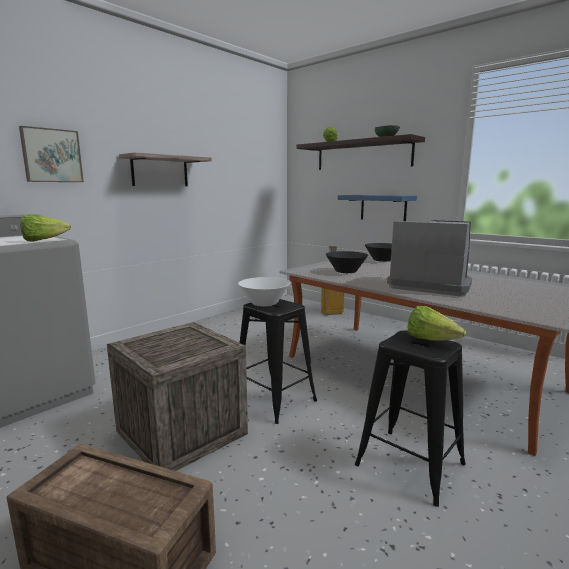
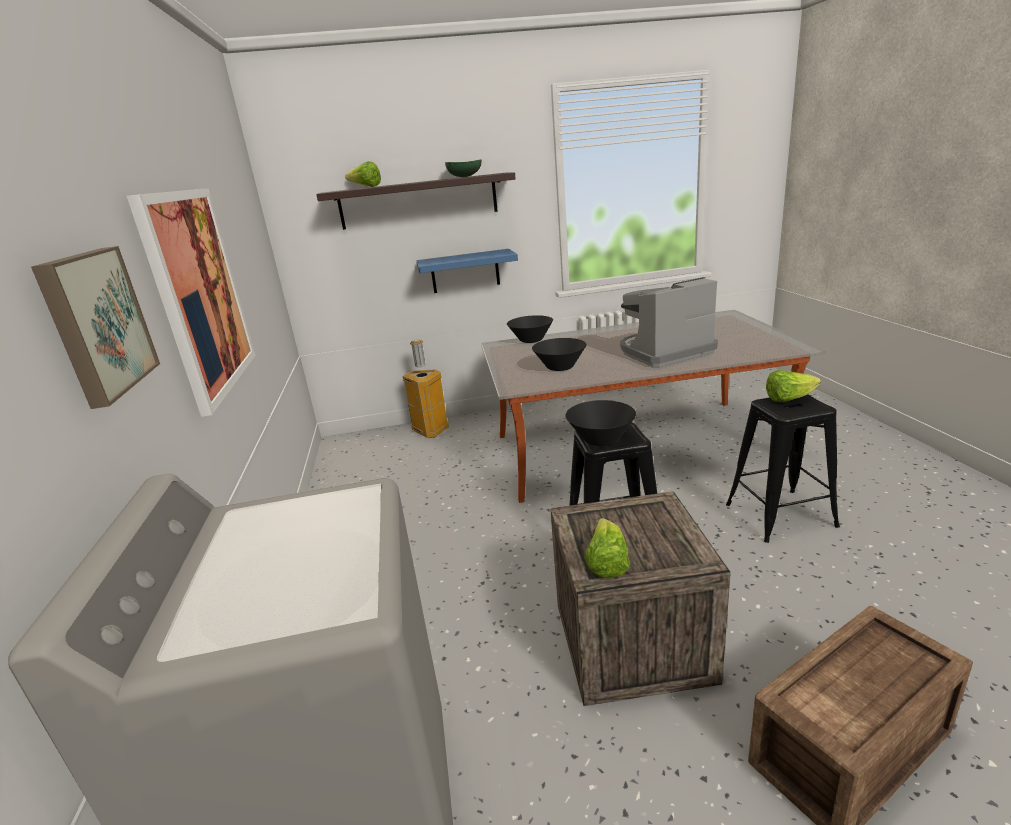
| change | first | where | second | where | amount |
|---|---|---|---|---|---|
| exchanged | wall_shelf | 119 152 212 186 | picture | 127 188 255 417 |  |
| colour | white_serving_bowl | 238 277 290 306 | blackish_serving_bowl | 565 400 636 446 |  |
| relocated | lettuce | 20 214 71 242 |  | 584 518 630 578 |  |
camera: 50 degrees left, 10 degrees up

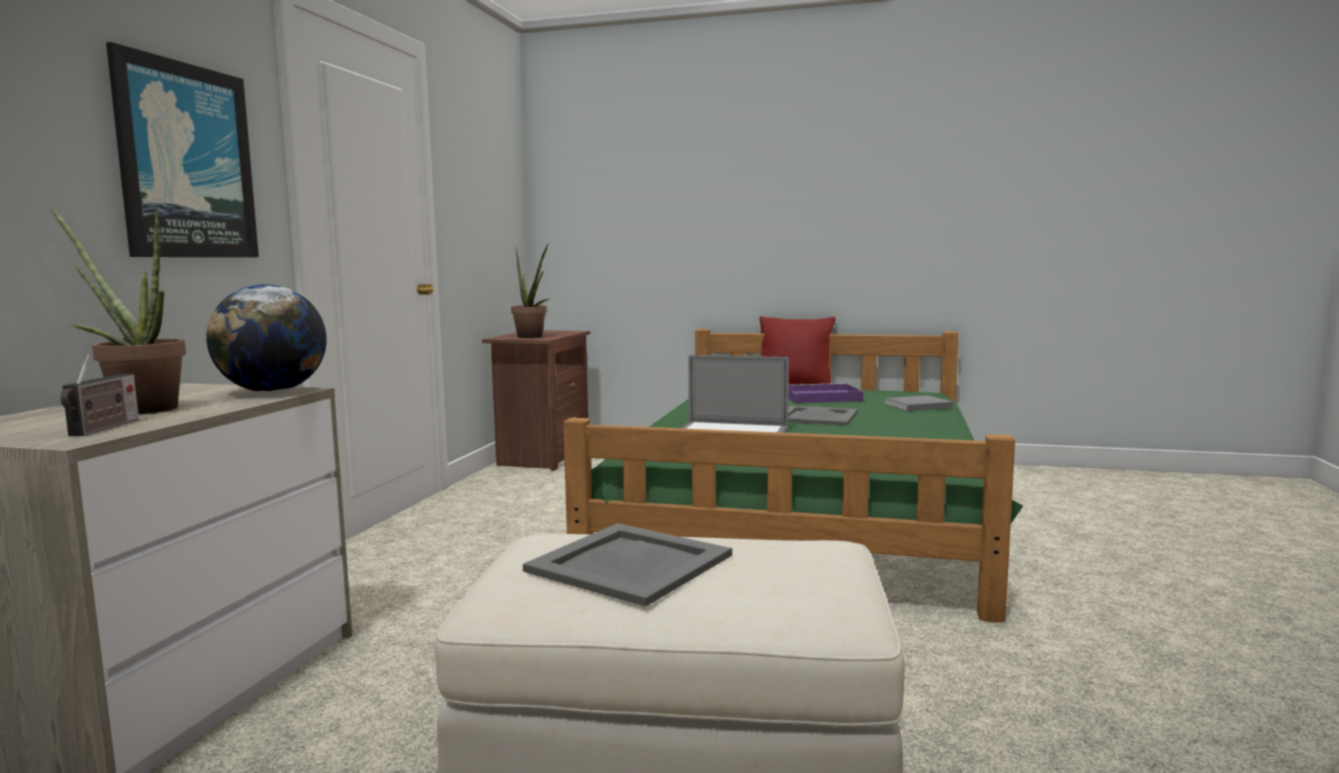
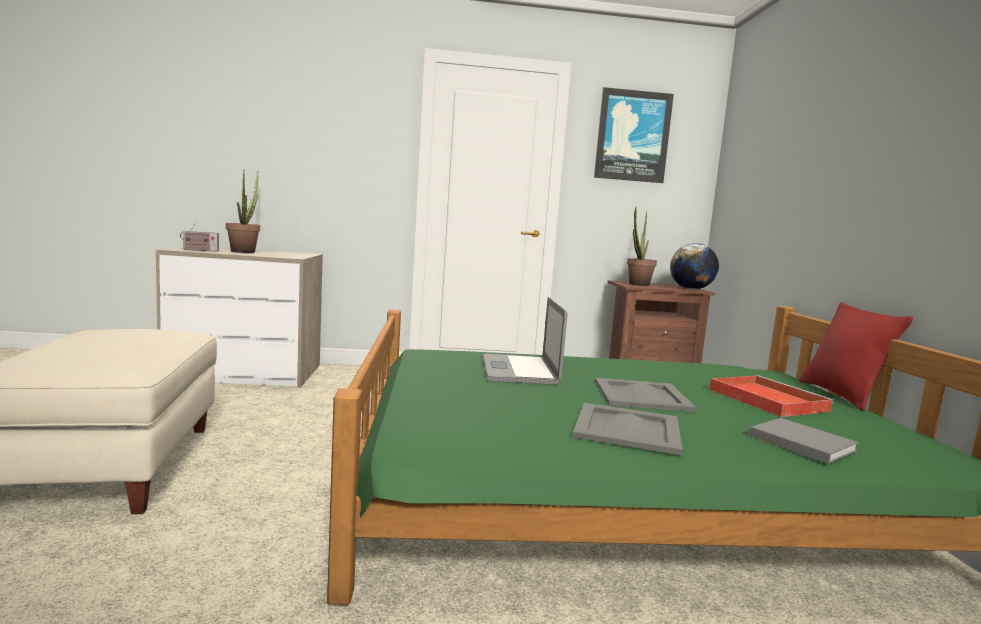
| change | first | where | second | where | amount |
|---|---|---|---|---|---|
| relocated | grey_serving_tray | 523 523 732 607 |  | 573 403 683 455 |  |
| relocated | picture | 106 42 259 257 |  | 594 87 674 183 |  |
| relocated | world_globe | 206 284 327 392 |  | 670 243 719 289 |  |
| colour | purple_serving_tray | 788 383 863 403 | red-coloured_serving_tray | 709 375 834 417 |  |
camera: 70 degrees right, 0 degrees up

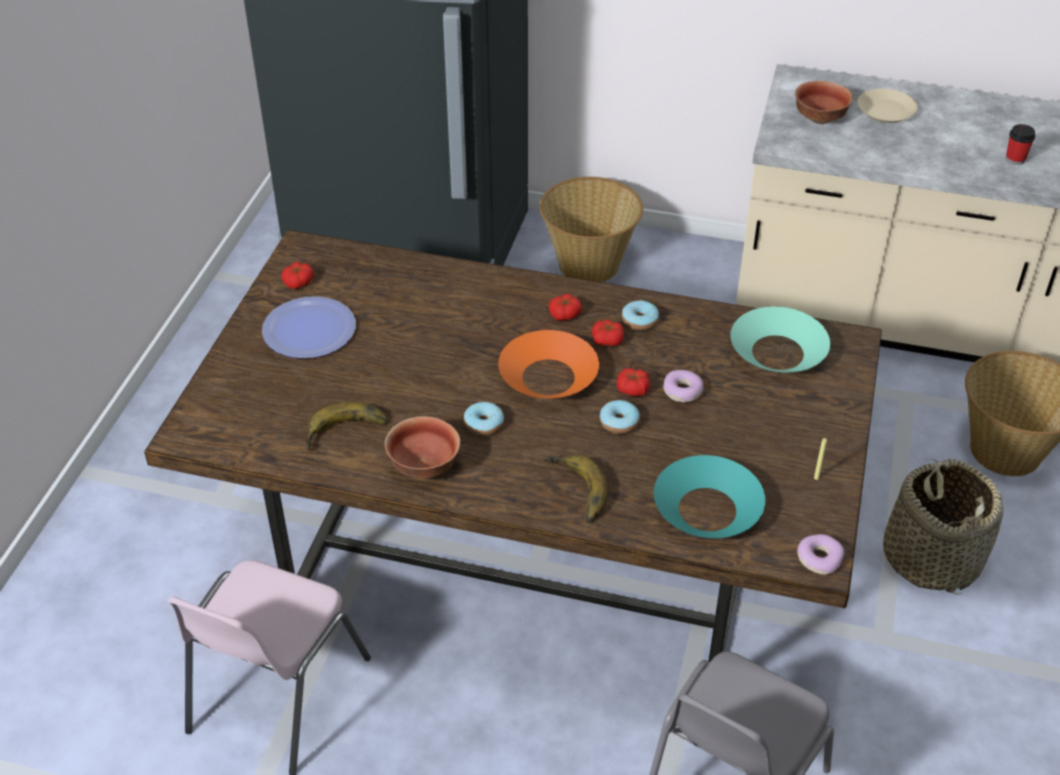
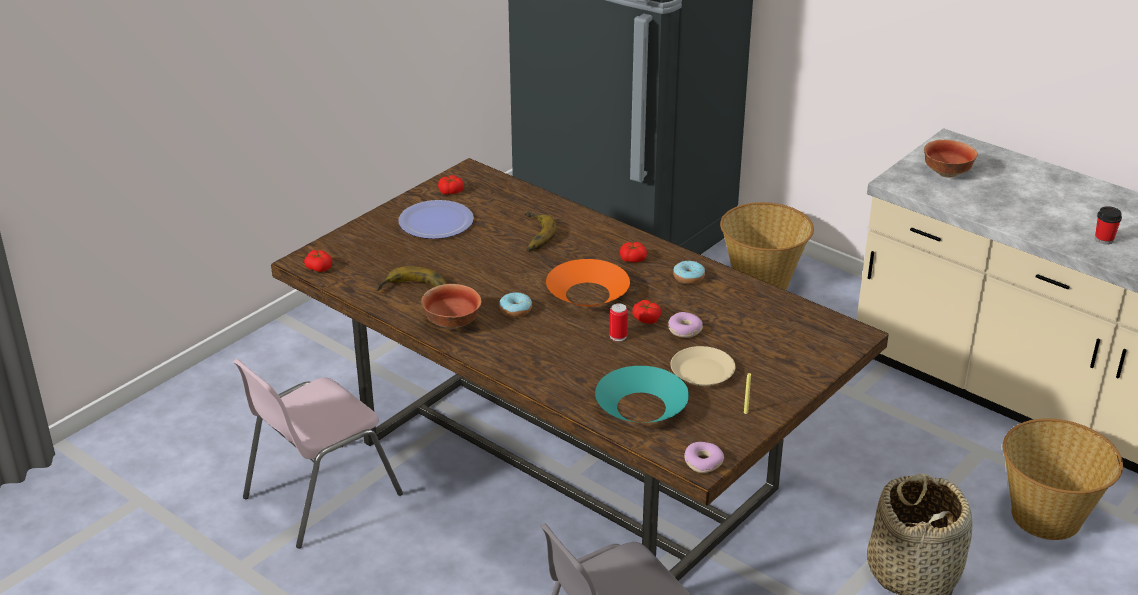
| change | first | where | second | where | amount |
|---|---|---|---|---|---|
| relocated | tomato | 592 320 624 346 |  | 304 250 332 272 |  |
| relocated | whole_banana | 544 454 608 523 |  | 525 210 557 252 |  |
| exchanged | donut | 600 400 640 434 | metal_can | 610 303 628 341 |  |
| relocated | beige_flat_dish | 857 89 918 123 |  | 671 346 735 386 |  |
| missing | turquoise-coloured_serving_bowl | 730 307 830 372 |  |  |  |
camera: 25 degrees right, 10 degrees down

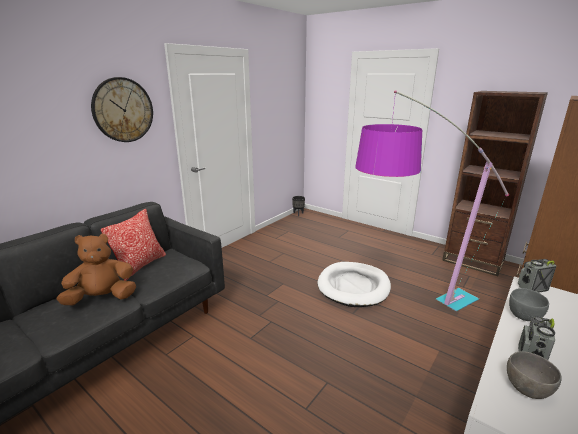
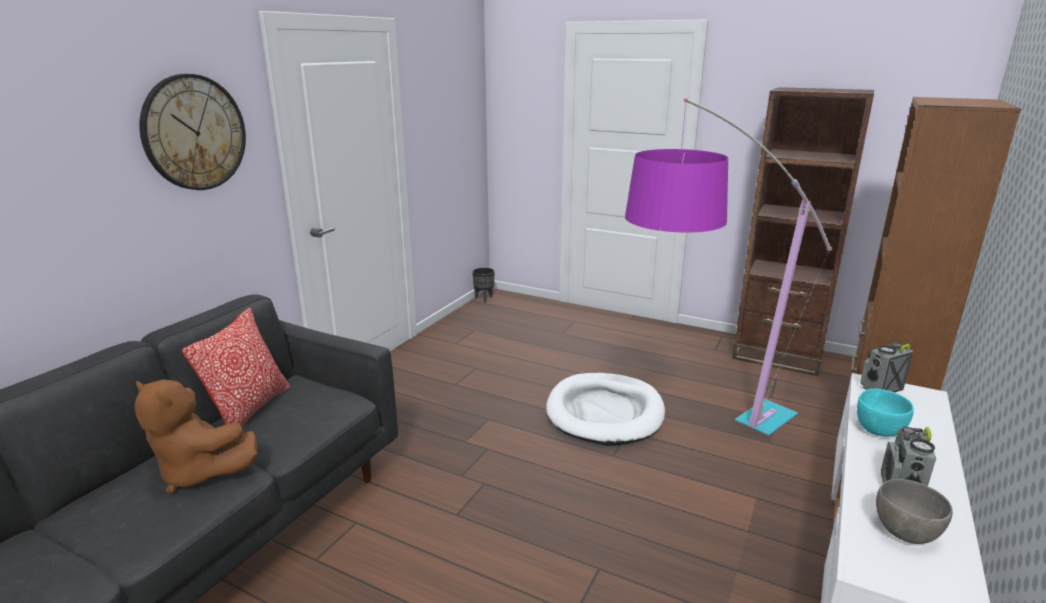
| change | first | where | second | where | amount |
|---|---|---|---|---|---|
| spun | brownish_plush_toy | 56 234 136 305 |  | 135 380 257 494 | 120 degrees counterclockwise |
| colour | grey_serving_bowl | 509 288 549 321 | turquoise-coloured_serving_bowl | 857 389 914 437 |  |
camera: 10 degrees left, 0 degrees up

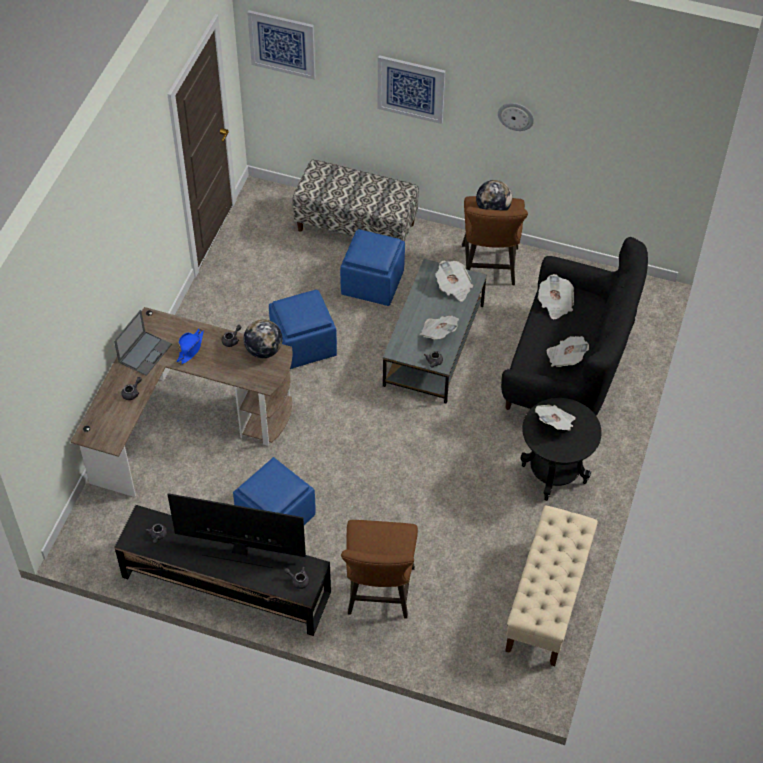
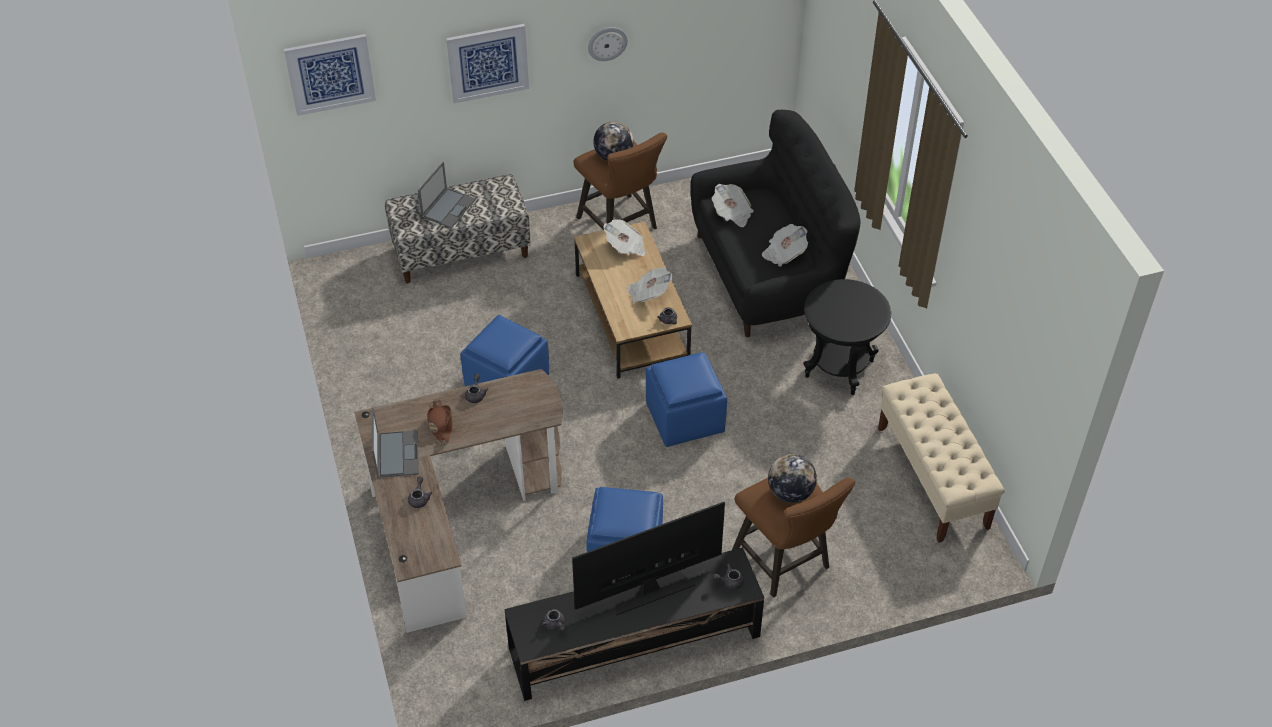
| change | first | where | second | where | amount |
|---|---|---|---|---|---|
| appeared |  |  | notebook_computer | 418 162 476 228 |  |
| colour | bluish_hat | 176 328 204 365 | brownish_hat | 427 400 452 444 |  |
| colour | grey_coffee_table | 383 259 487 404 | brownish_coffee_table | 574 221 692 379 |  |
| relocated | bluish_footrest | 340 229 405 306 |  | 646 352 727 447 |  |
| relocated | world_globe | 243 319 283 358 |  | 768 454 817 503 |  |
| missing | newspaper | 535 405 576 430 |  |  |  |
camera: 35 degrees left, 5 degrees down

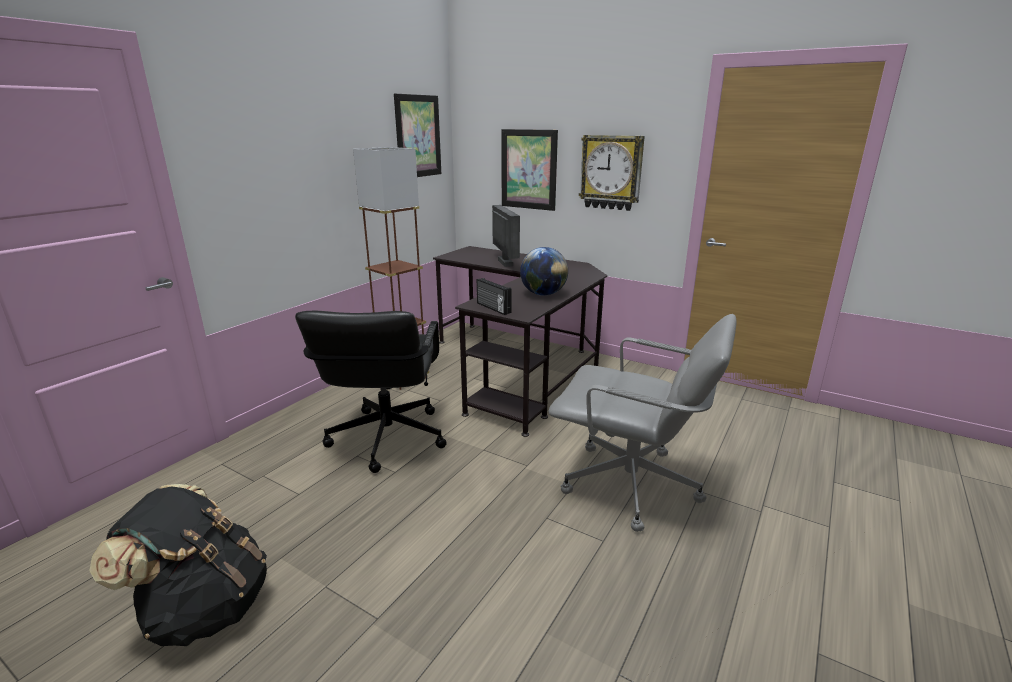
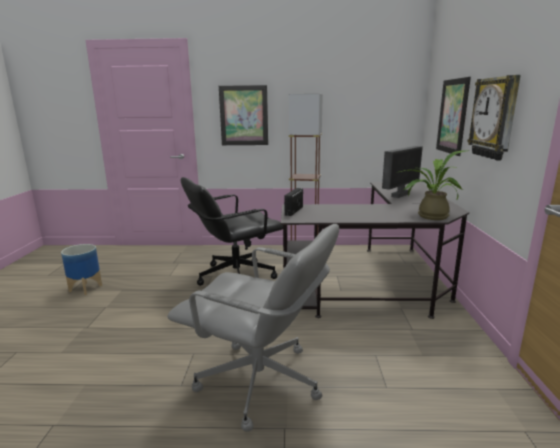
| change | first | where | second | where | amount |
|---|---|---|---|---|---|
| exchanged | blackish_backpack | 89 484 267 646 | plant_pot | 61 244 102 295 |  |
| spun | grey_desk_chair | 548 314 737 532 |  | 167 224 339 432 | 60 degrees counterclockwise |
| relocated | picture | 394 94 441 177 |  | 219 85 268 145 |  |
| appeared |  |  | houseplant | 400 150 469 220 |  |
| missing | world_globe | 520 247 568 296 |  |  |  |
camera: 60 degrees right, 5 degrees down

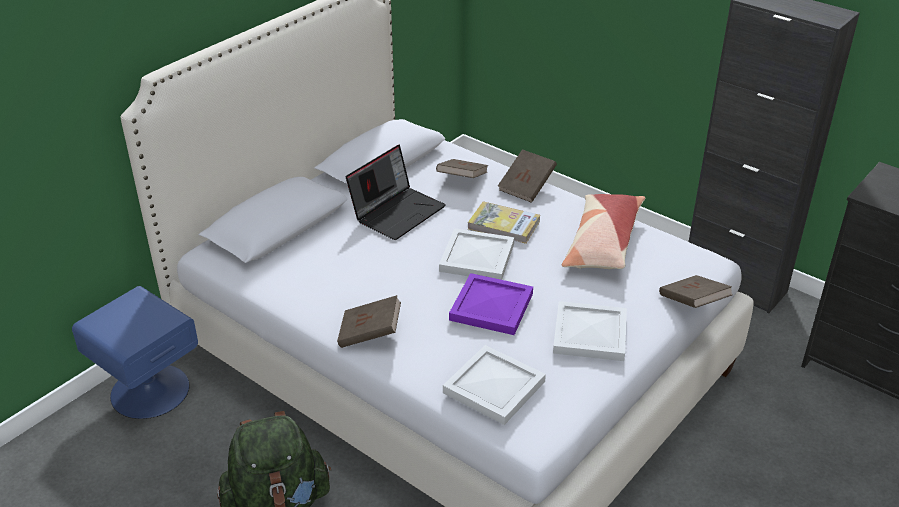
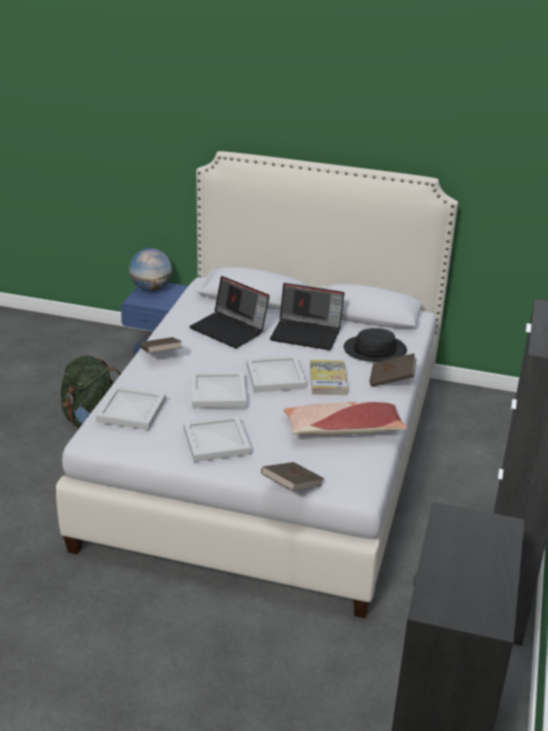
| change | first | where | second | where | amount |
|---|---|---|---|---|---|
| appeared |  |  | world_globe | 129 248 172 291 |  |
| appeared |  |  | notebook_computer | 189 276 270 348 |  |
| colour | purple_serving_tray | 449 273 533 335 | white_serving_tray | 192 372 246 408 |  |
| exchanged | brownish_bound_book | 436 159 488 178 | blackish_hat | 344 328 407 362 |  |
camera: 65 degrees right, 5 degrees down

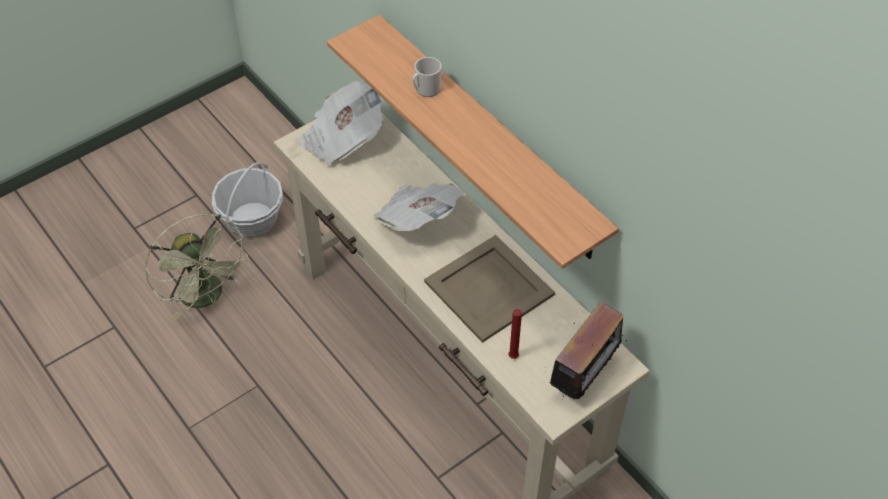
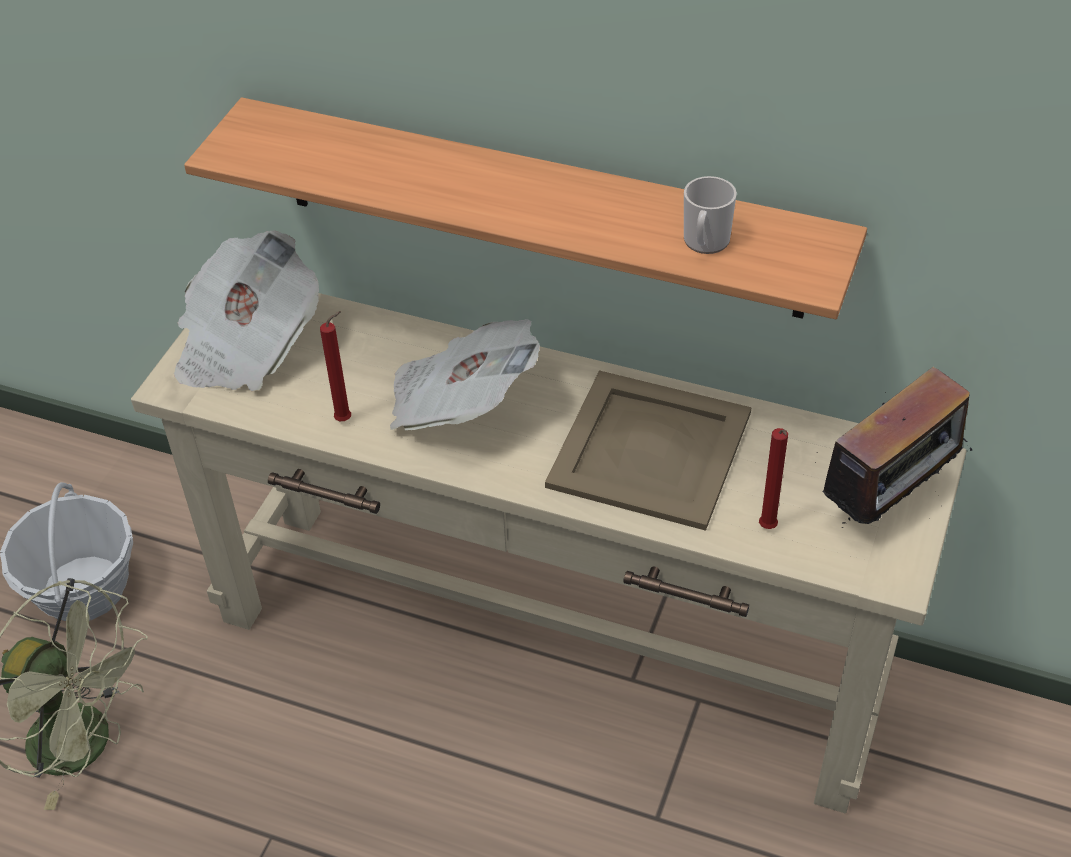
| change | first | where | second | where | amount |
|---|---|---|---|---|---|
| appeared |  |  | red-coloured_wax_light | 320 311 351 421 |  |
| relocated | coffee_mug | 412 57 442 97 |  | 684 176 737 254 |  |
| spun | radio_set | 550 301 627 399 |  | 815 367 972 528 | 45 degrees clockwise |
camera: 30 degrees left, 5 degrees down

